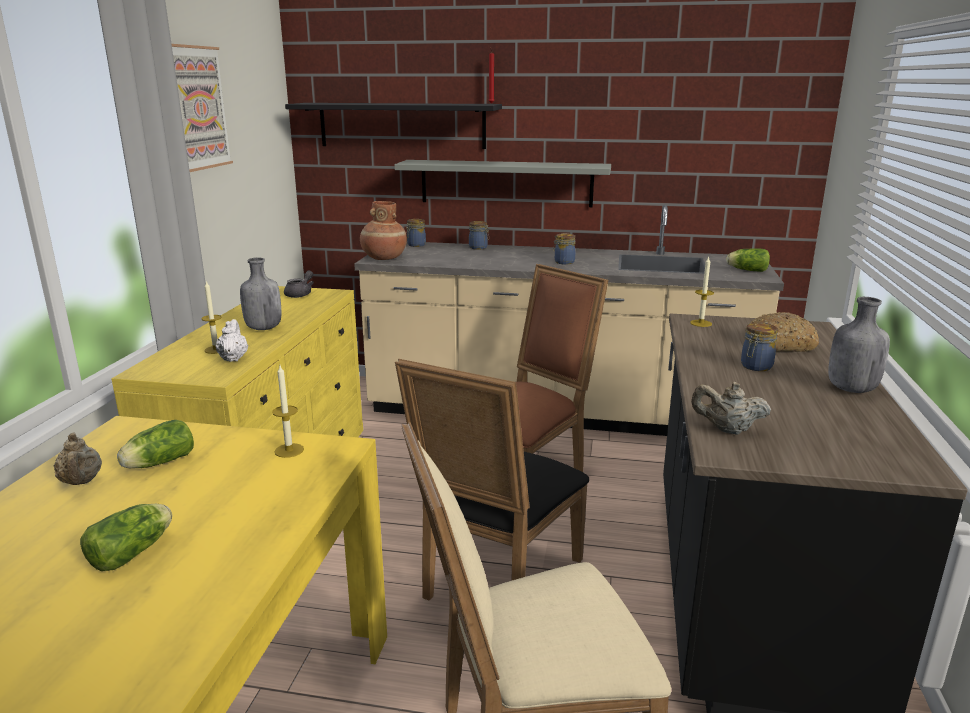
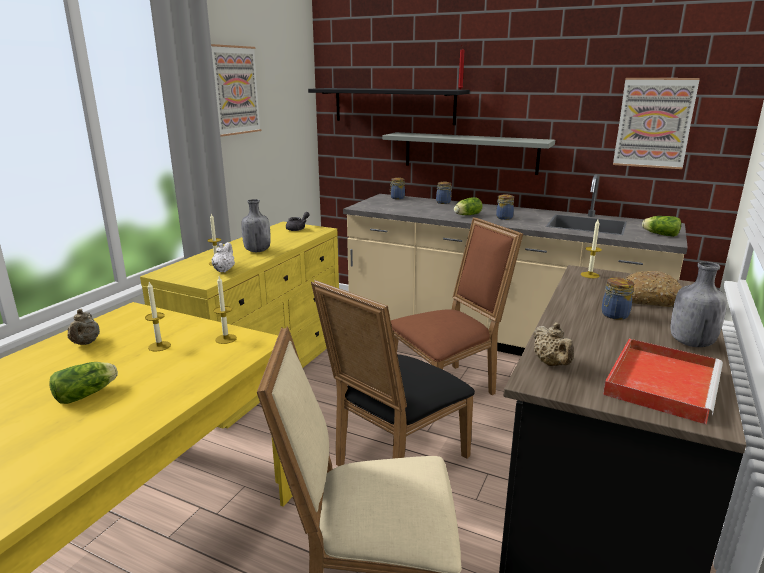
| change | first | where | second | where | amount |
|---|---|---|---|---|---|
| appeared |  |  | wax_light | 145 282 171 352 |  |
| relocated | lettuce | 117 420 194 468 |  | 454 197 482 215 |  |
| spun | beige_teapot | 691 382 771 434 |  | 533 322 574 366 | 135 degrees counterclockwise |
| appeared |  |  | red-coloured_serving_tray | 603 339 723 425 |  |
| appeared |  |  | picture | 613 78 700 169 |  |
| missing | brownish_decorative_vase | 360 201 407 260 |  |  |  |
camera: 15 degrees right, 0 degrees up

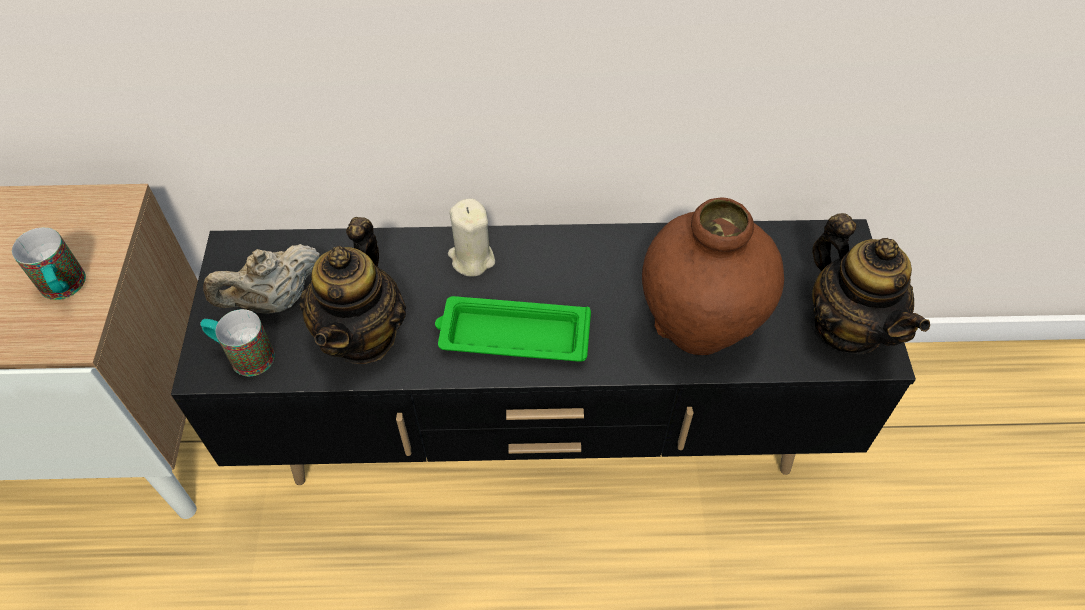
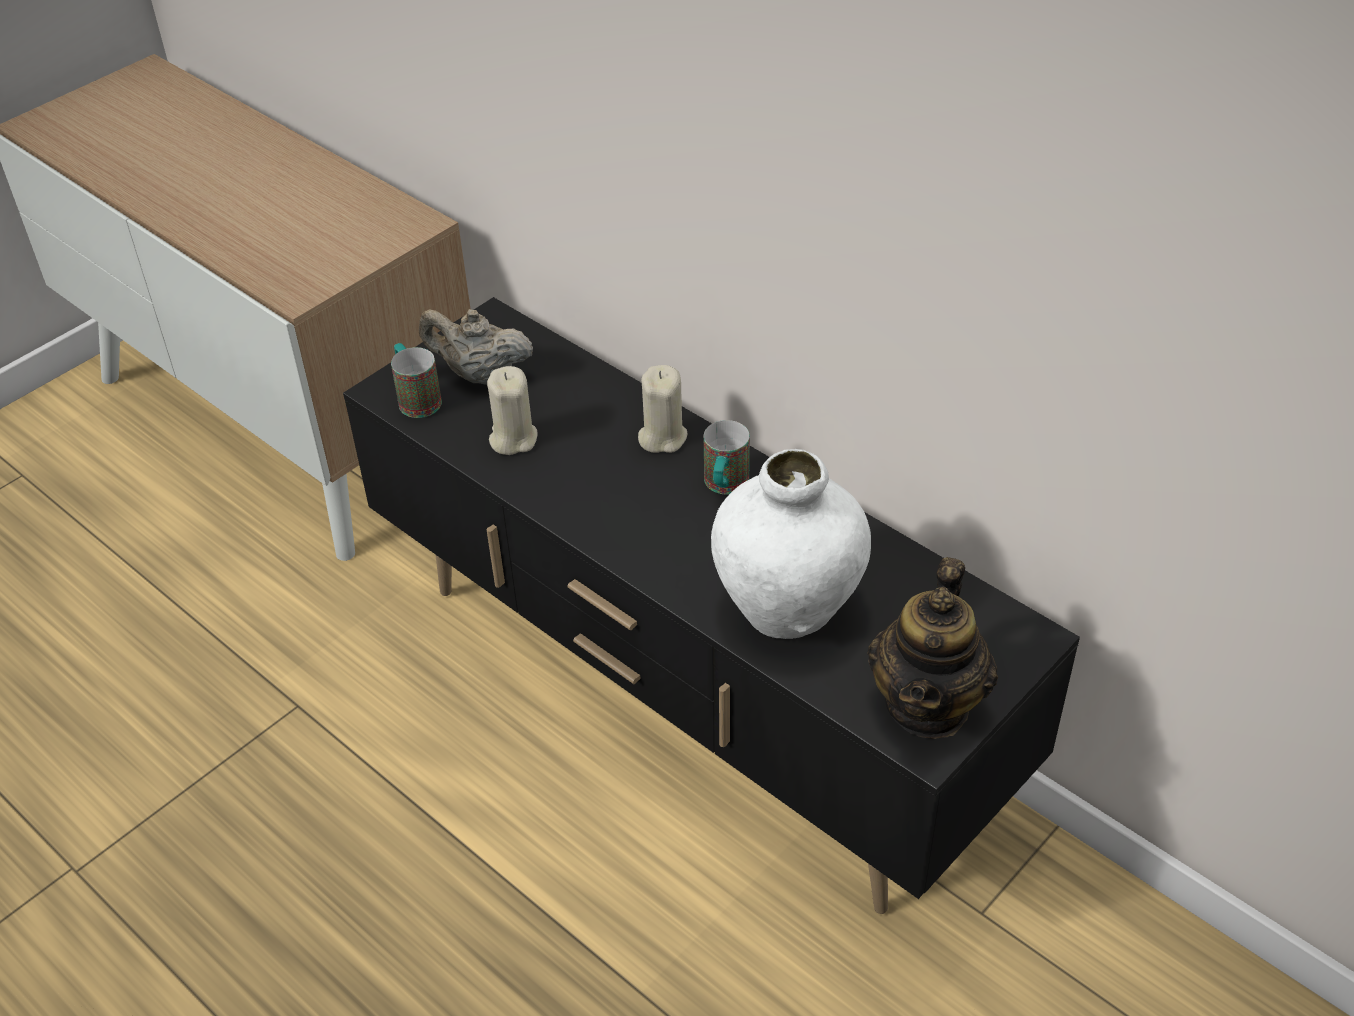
| change | first | where | second | where | amount |
|---|---|---|---|---|---|
| exchanged | teapot | 300 217 406 364 | beige_wax_light | 487 366 538 455 |  |
| relocated | coffee_mug | 12 227 86 300 |  | 704 420 750 494 |  |
| colour | brownish_decorative_vase | 642 197 784 355 | white_decorative_vase | 711 449 871 639 |  |
| missing | greenish_serving_tray | 435 296 591 362 |  |  |  |
camera: 45 degrees right, 10 degrees down

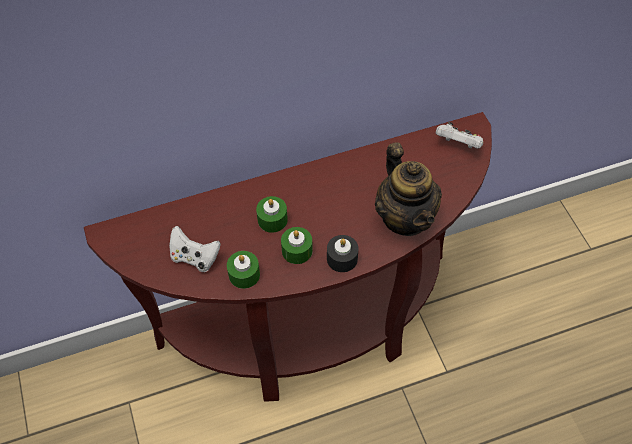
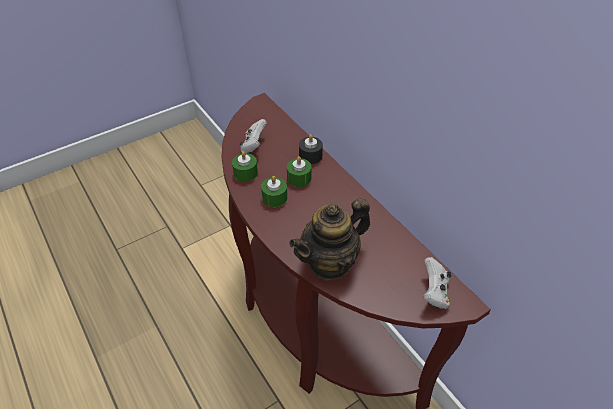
| change | first | where | second | where | amount |
|---|---|---|---|---|---|
| relocated | blackish_wax_light | 327 235 358 272 |  | 299 134 323 164 |  |
camera: 75 degrees right, 10 degrees down

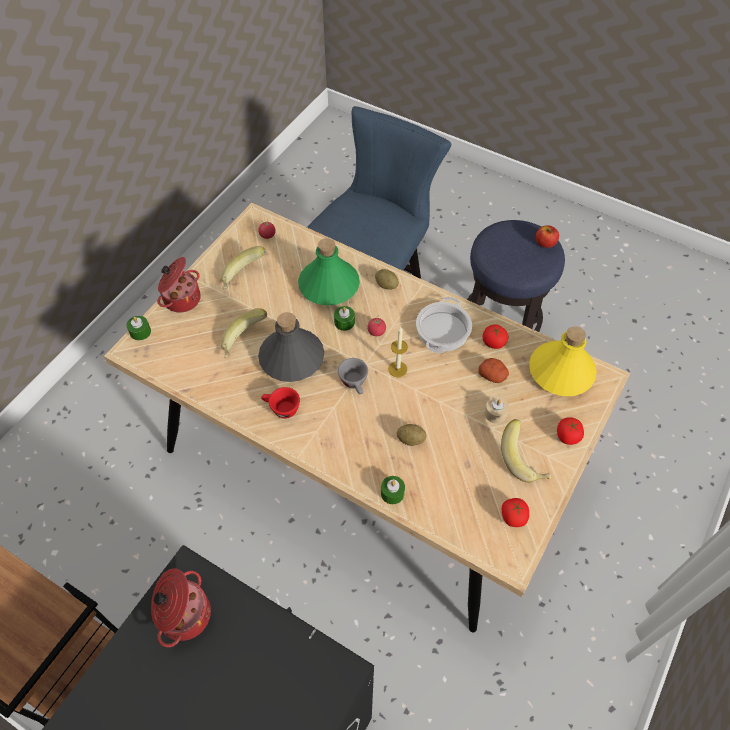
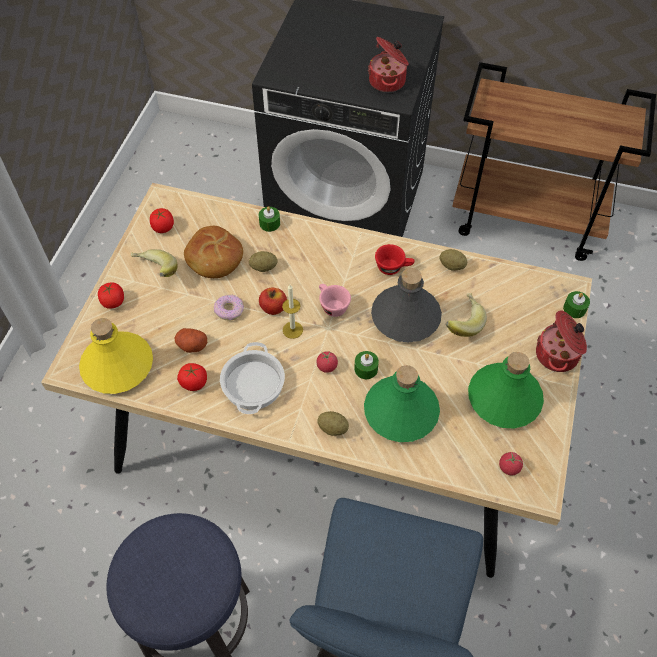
| change | first | where | second | where | amount |
|---|---|---|---|---|---|
| appeared |  |  | bread | 184 226 243 278 |  |
| appeared |  |  | donut | 214 295 244 321 |  |
| relocated | apple | 536 225 559 248 |  | 259 288 287 315 |  |
| colour | grey_drinking_cup | 338 358 368 394 | pink-coloured_drinking_cup | 319 284 351 317 |  |
| appeared |  |  | potato | 439 249 467 271 |  |
| exchanged | whole_banana | 221 246 266 290 | greenish_drink_bottle | 468 352 544 429 |  |
| missing | beige_wax_light | 484 397 509 423 |  |  |  |
camera: 165 degrees right, 0 degrees up

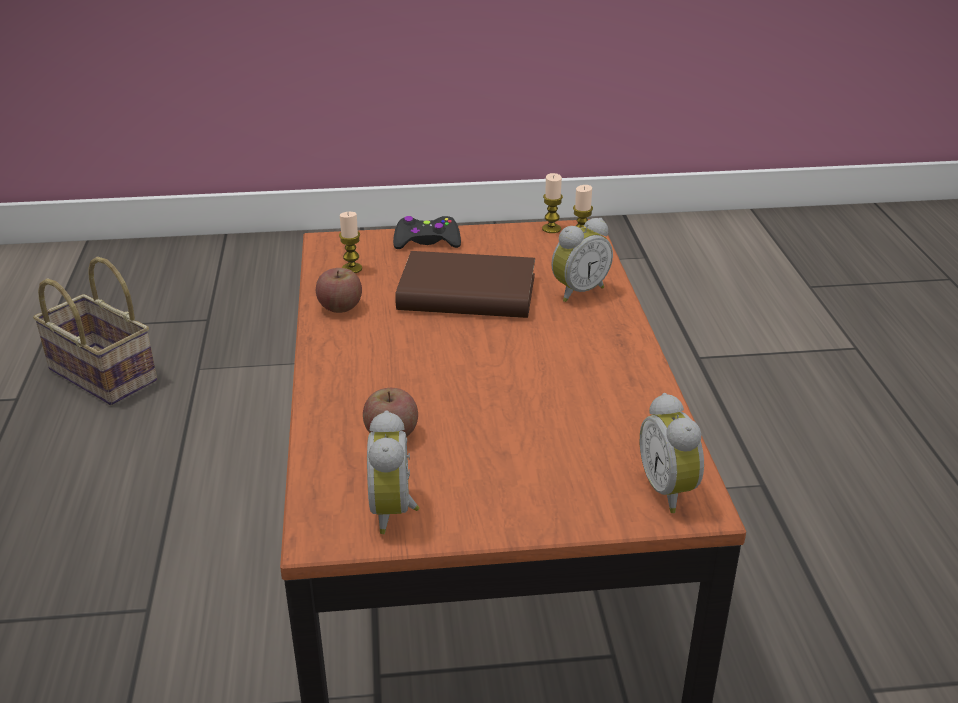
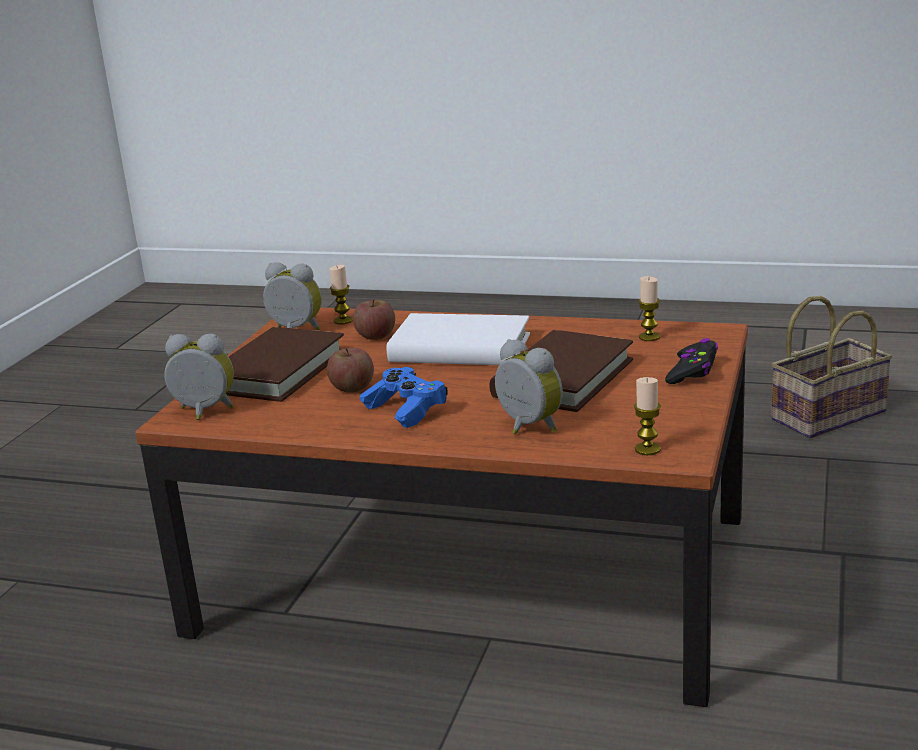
| change | first | where | second | where | amount |
|---|---|---|---|---|---|
| appeared |  |  | brownish_bound_book | 226 327 344 402 |  |
| relocated | apple | 316 268 362 313 |  | 327 348 374 393 |  |
| relocated | wax_light | 542 173 563 233 |  | 329 265 353 325 |  |
| appeared |  |  | bluish_gamepad | 360 367 448 428 |  |
| appeared |  |  | white_bound_book | 387 313 530 365 |  |
| spun | table_clock | 552 218 613 302 |  | 495 339 563 434 | 150 degrees clockwise |
camera: 115 degrees right, 10 degrees down

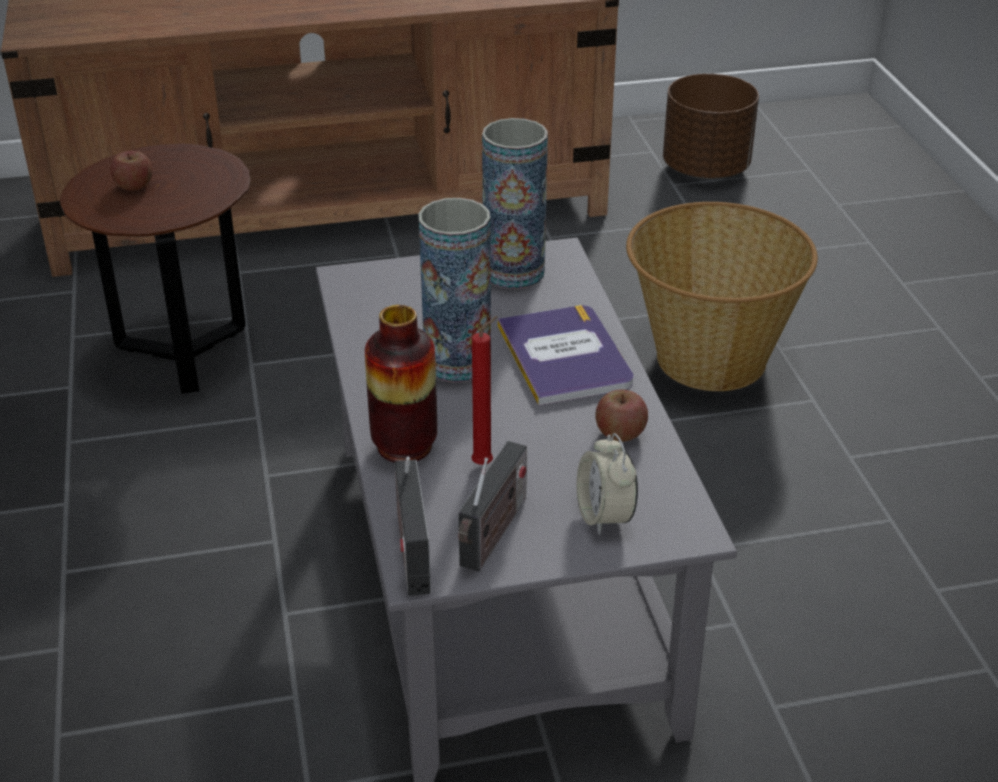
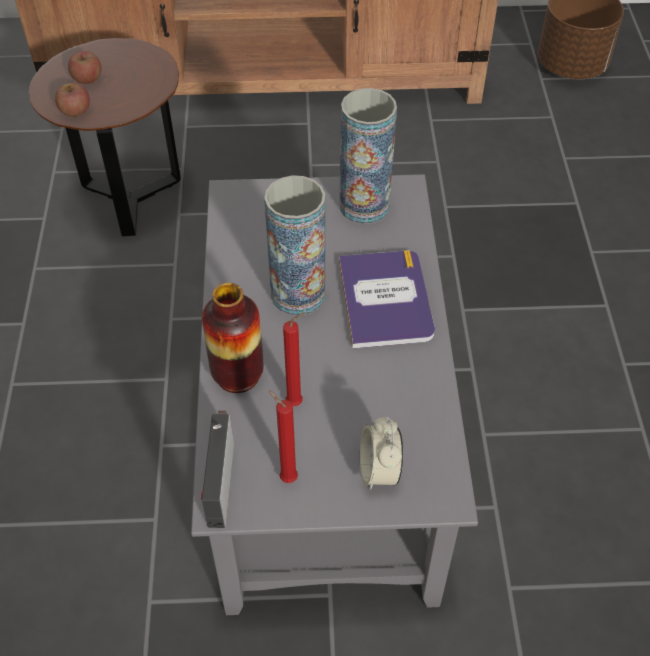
| change | first | where | second | where | amount |
|---|---|---|---|---|---|
| relocated | apple | 595 389 648 442 |  | 55 83 90 117 |  |
| exchanged | radio_set | 458 441 527 572 | red-coloured_wax_light | 269 390 298 483 |  |
| missing | storage_basket | 626 202 818 391 |  |  |  |
camera: 10 degrees right, 15 degrees up

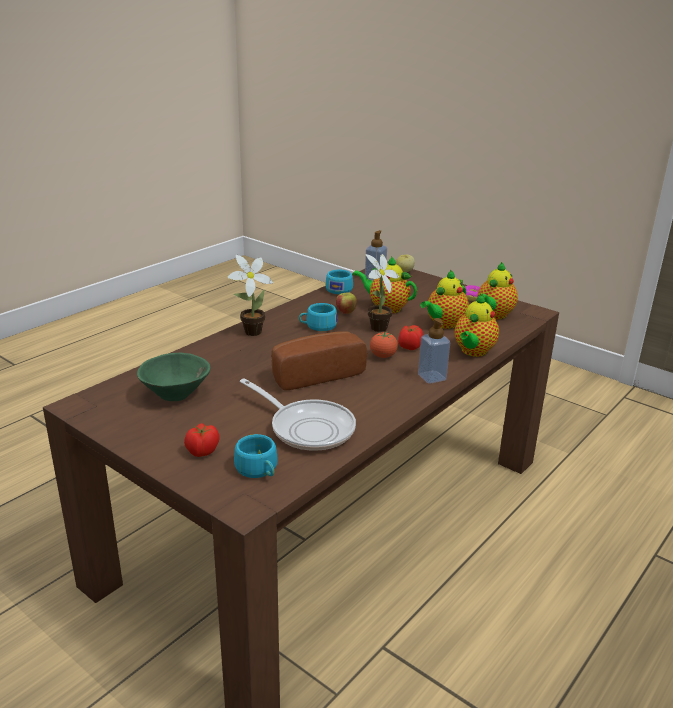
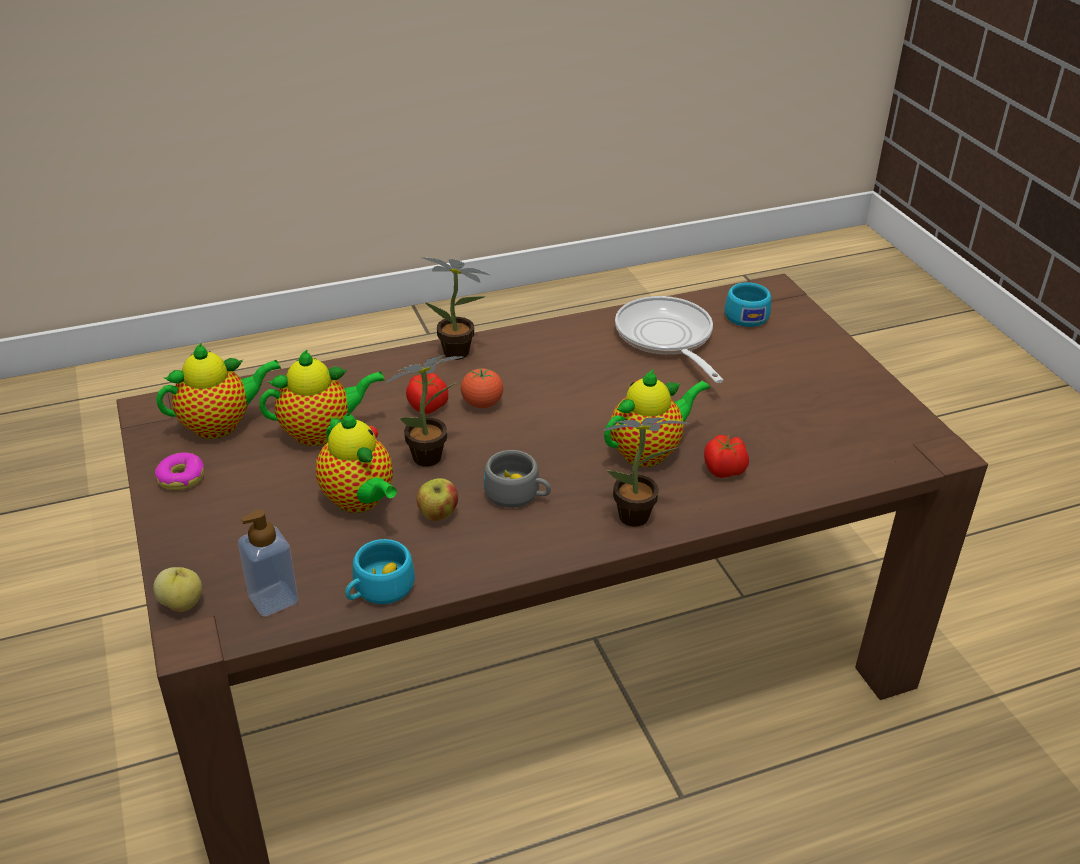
| change | first | where | second | where | amount |
|---|---|---|---|---|---|
| exchanged | soap_bottle | 418 318 450 384 | houseplant | 423 258 490 360 |  |
| colour | turquoise-coloured_drinking_cup | 299 303 337 331 | grey_drinking_cup | 484 450 551 508 |  |
| relocated | teapot | 455 294 499 357 |  | 604 369 710 467 |  |
| relocated | tomato | 184 423 220 457 |  | 704 434 749 478 |  |
| missing | greenish_serving_bowl | 137 352 210 401 |  |  |  |
| missing | bread | 271 332 367 390 |  |  |  |
camera: 150 degrees left, 10 degrees up

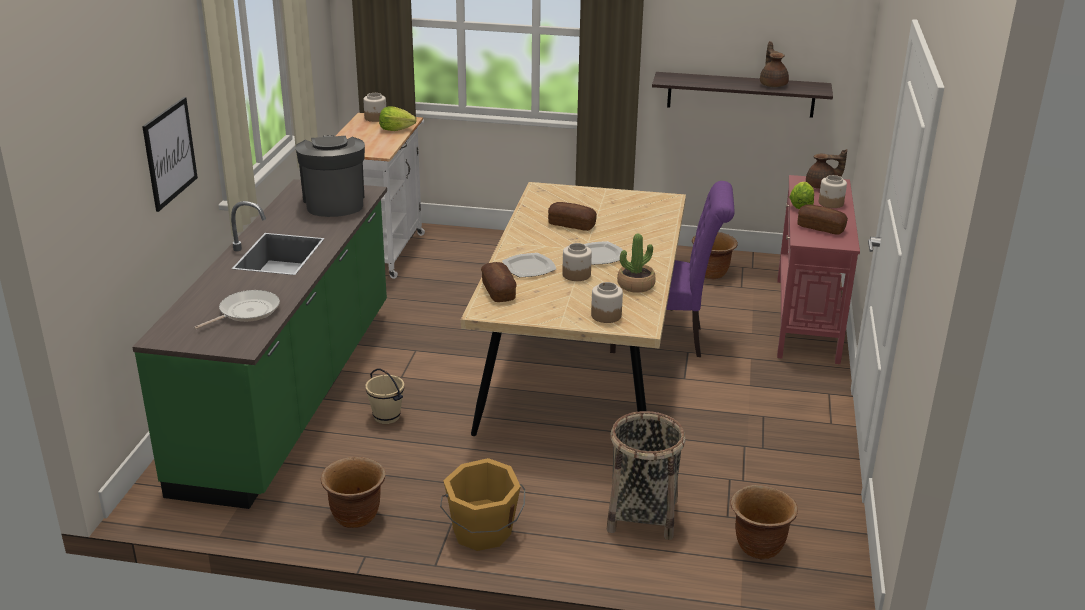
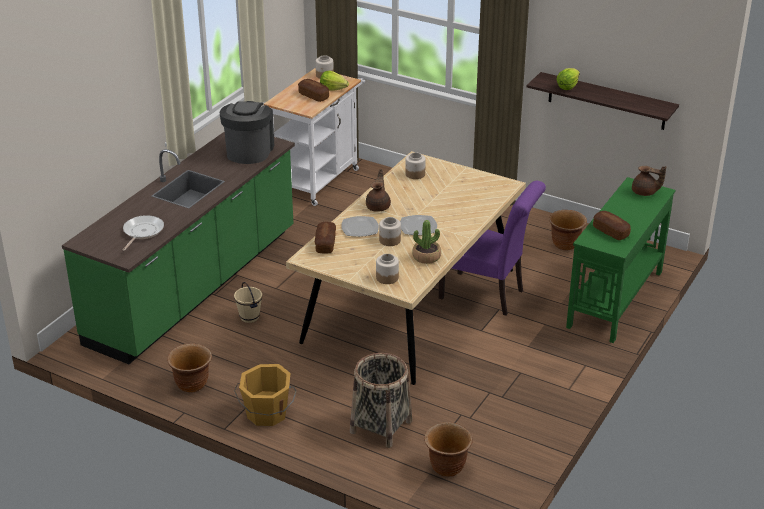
| change | first | where | second | where | amount |
|---|---|---|---|---|---|
| spun | pan | 194 290 280 329 |  | 123 215 164 251 | 45 degrees counterclockwise |
| relocated | bread | 548 202 597 231 |  | 298 79 329 102 |  |
| relocated | brownish_teapot | 760 41 789 87 |  | 366 169 391 212 |  |
| relocated | storage_jar | 819 175 847 208 |  | 405 152 426 179 |  |
| relocated | lettuce | 789 182 814 209 |  | 557 68 580 90 |  |
| colour | red-coloured_narrow_table | 777 175 860 364 | greenish_narrow_table | 566 177 675 343 |  |
| missing | picture | 142 97 198 212 |  |  |  |
camera: 20 degrees right, 5 degrees up

